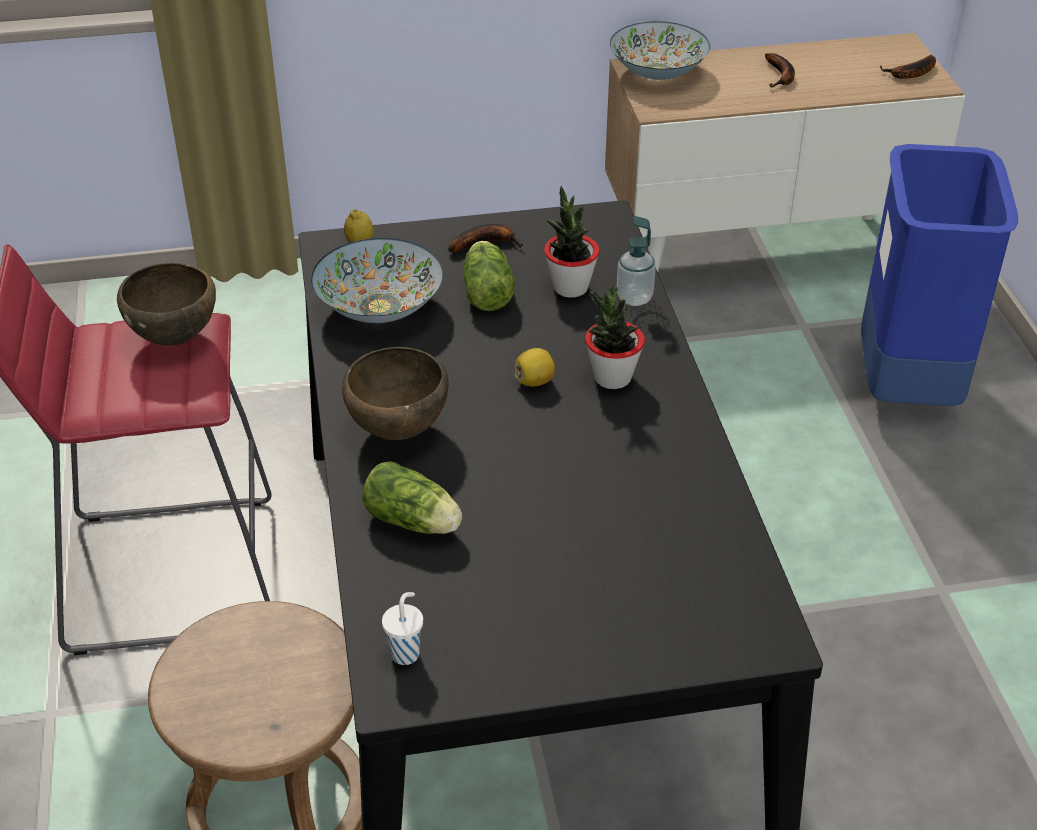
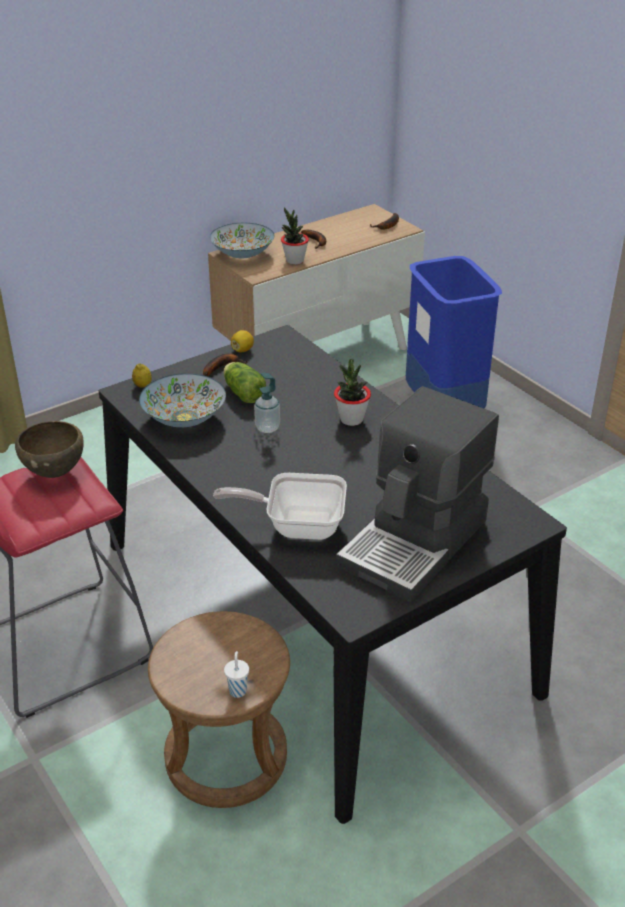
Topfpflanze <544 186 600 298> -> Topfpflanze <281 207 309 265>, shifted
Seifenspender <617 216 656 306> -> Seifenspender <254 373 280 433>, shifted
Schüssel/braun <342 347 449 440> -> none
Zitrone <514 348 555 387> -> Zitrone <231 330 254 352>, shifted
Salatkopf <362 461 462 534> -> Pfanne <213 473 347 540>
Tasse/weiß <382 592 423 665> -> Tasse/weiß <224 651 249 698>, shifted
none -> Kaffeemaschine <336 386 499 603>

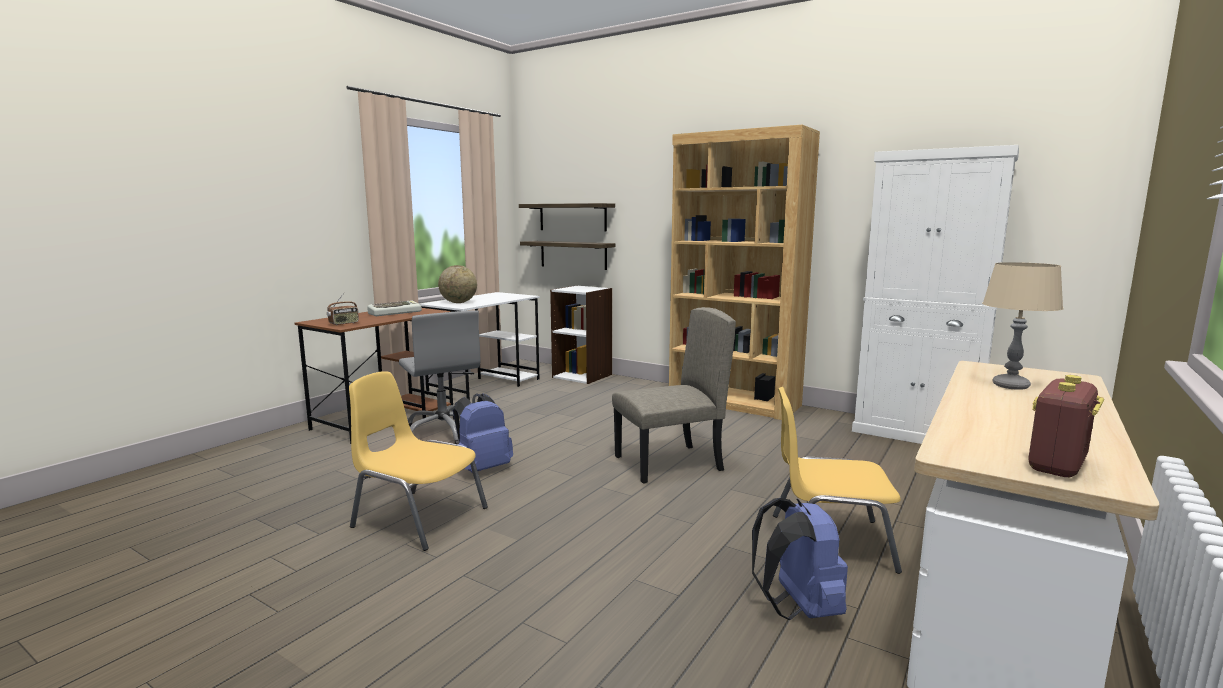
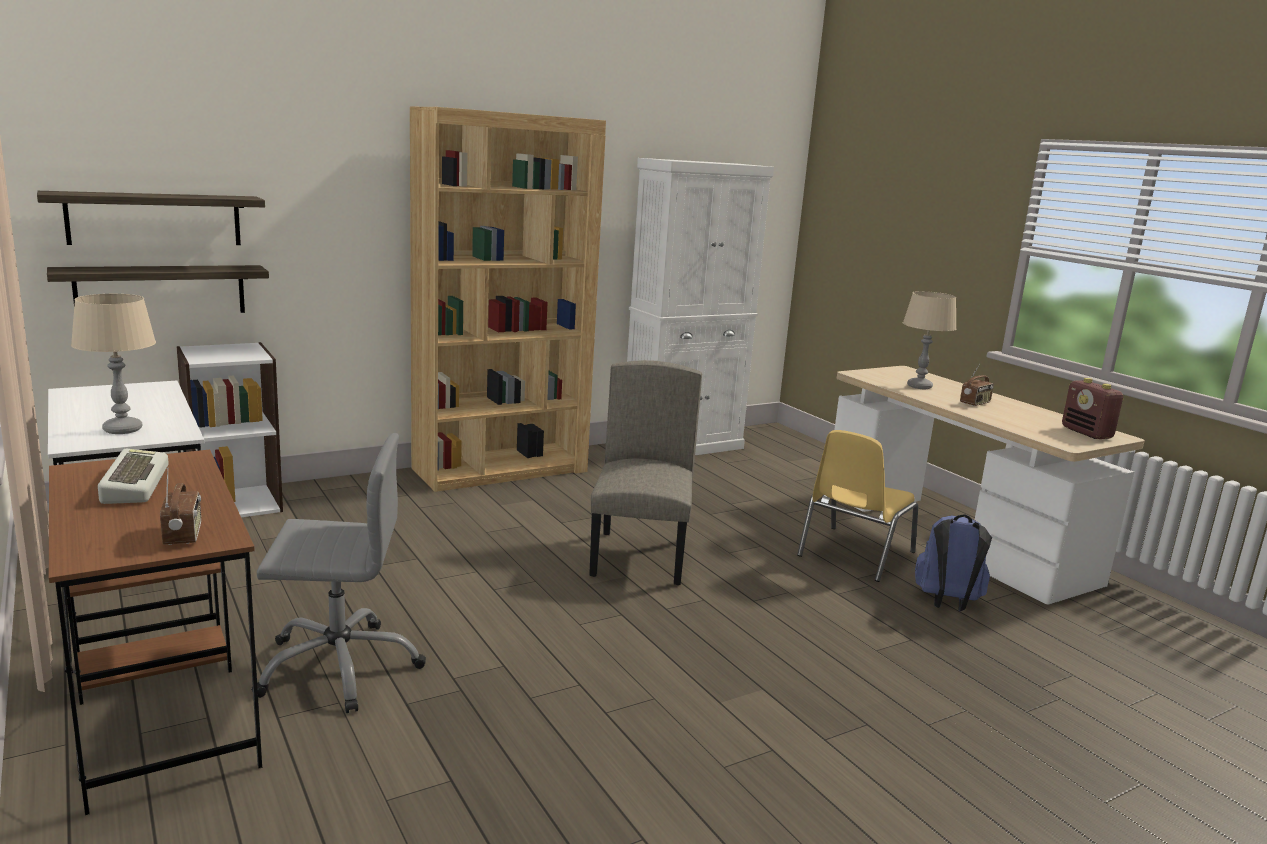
Globus <438 265 477 303> -> Tischlampe/beige <71 294 156 434>
Stuhl/gelb <349 371 488 551> -> none
Rucksack/blau <453 393 513 473> -> none
none -> Radio <960 364 994 406>

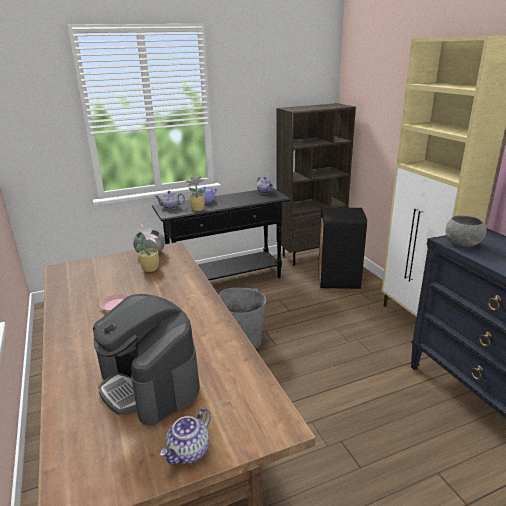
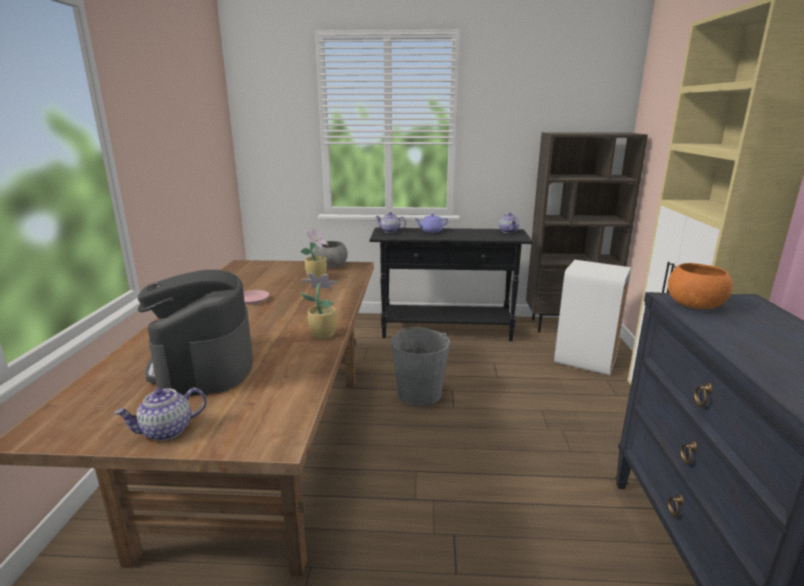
Topfpflanze <186 176 206 211> -> Topfpflanze <301 273 339 339>, shifted
Mülleimer/schwarz <318 208 367 289> -> Mülleimer/weiß <554 260 631 375>
Schüssel/grau <446 216 487 247> -> Schüssel/orange <668 263 733 309>

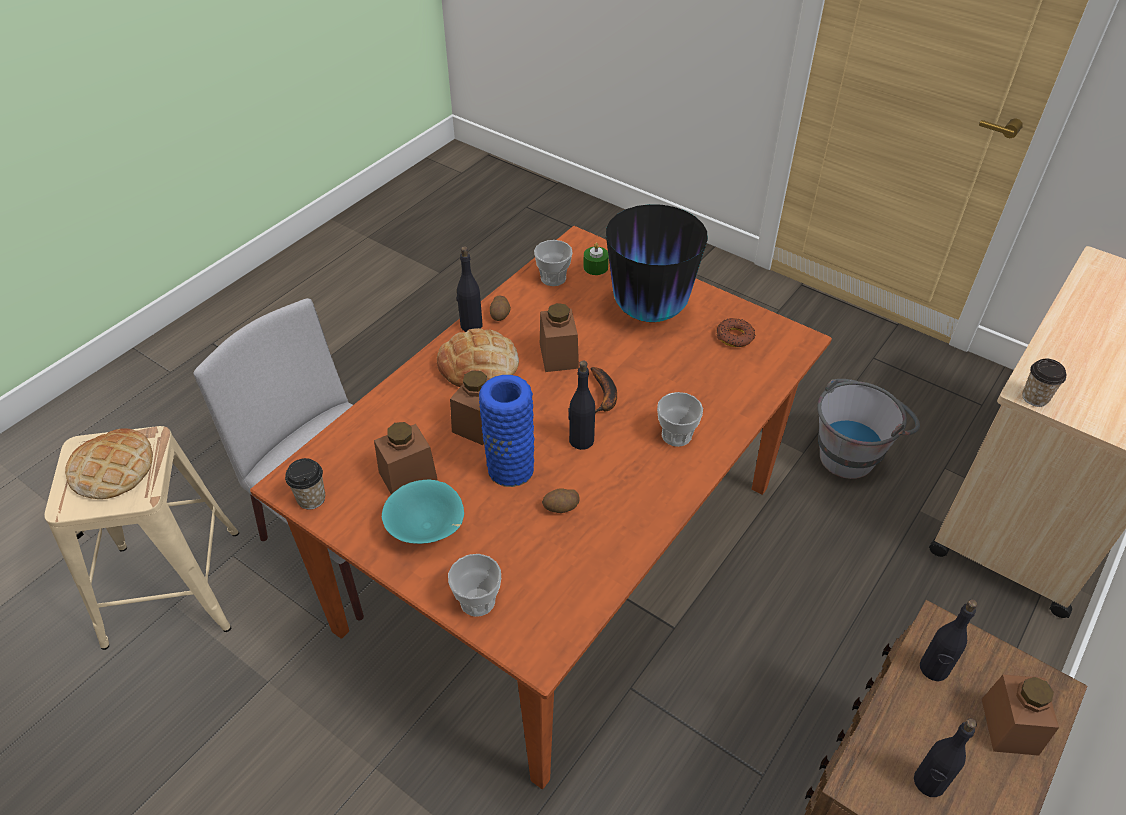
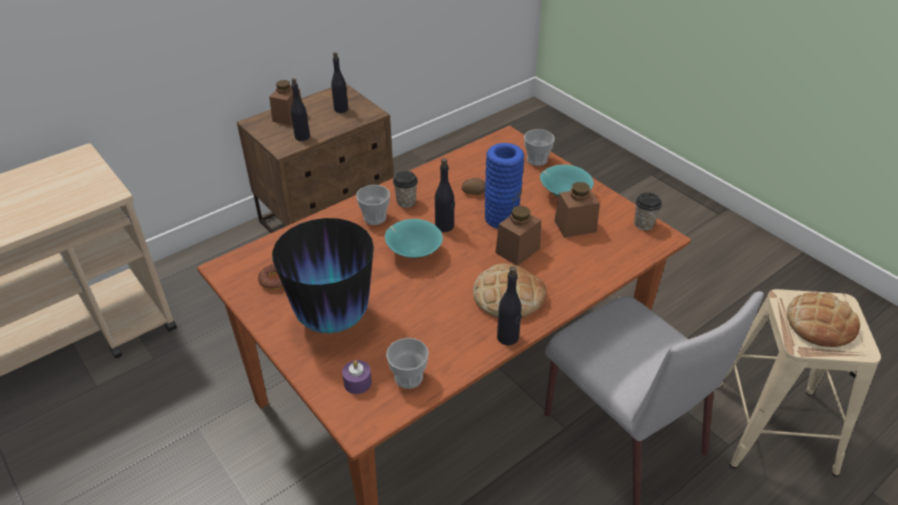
Kerze/grün <583 243 609 275> -> Kerze/lila <342 360 372 394>
Kartoffel <490 296 511 321> -> none
Vorratsglas/braun <540 303 579 372> -> none
Tasse <1022 359 1066 407> -> Tasse <393 171 418 208>, shifted
Banane <590 367 617 413> -> Schüssel/türkis <385 219 443 258>
Eimer/grau <817 379 920 479> -> none

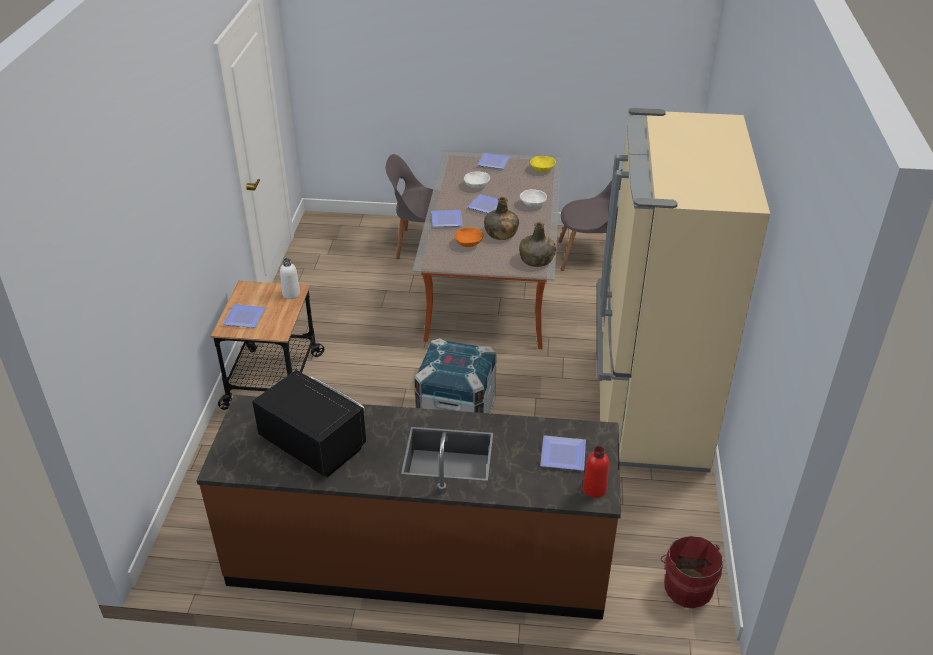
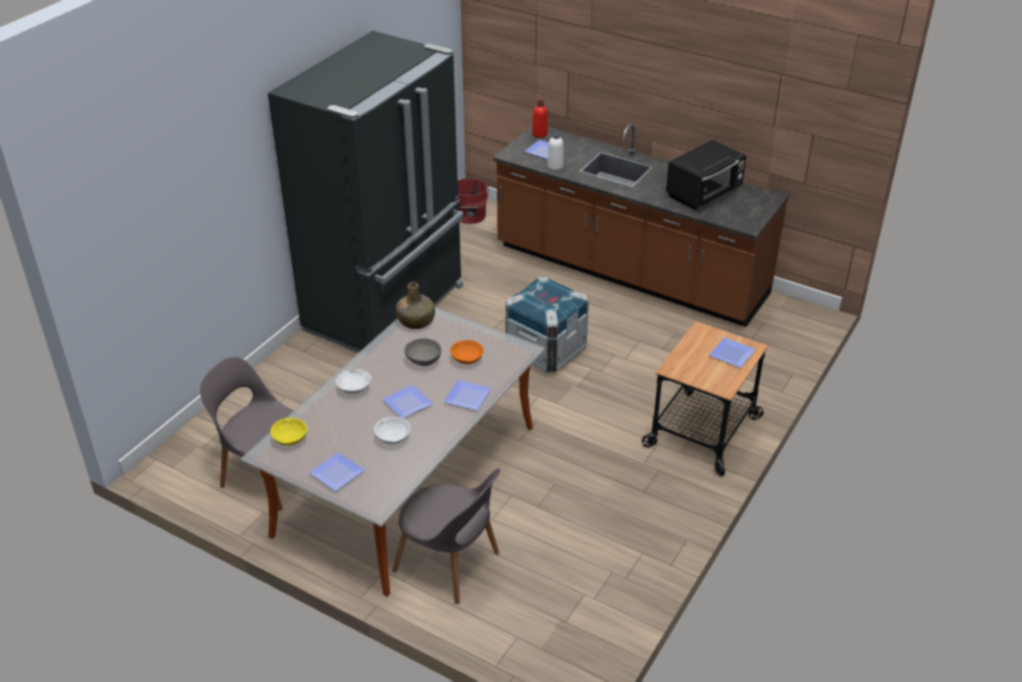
Kühlschrank/beige <597 108 770 473> -> Kühlschrank/schwarz <268 31 463 352>
Flasche/grün <484 197 519 240> -> Schüssel/grau <404 338 441 366>
Flasche/weiß <280 258 300 299> -> Flasche/weiß <547 132 564 170>, shifted
Mikrowelle/schwarz <252 370 367 477> -> Mikrowelle/schwarz <666 140 747 210>, 105 degrees counterclockwise

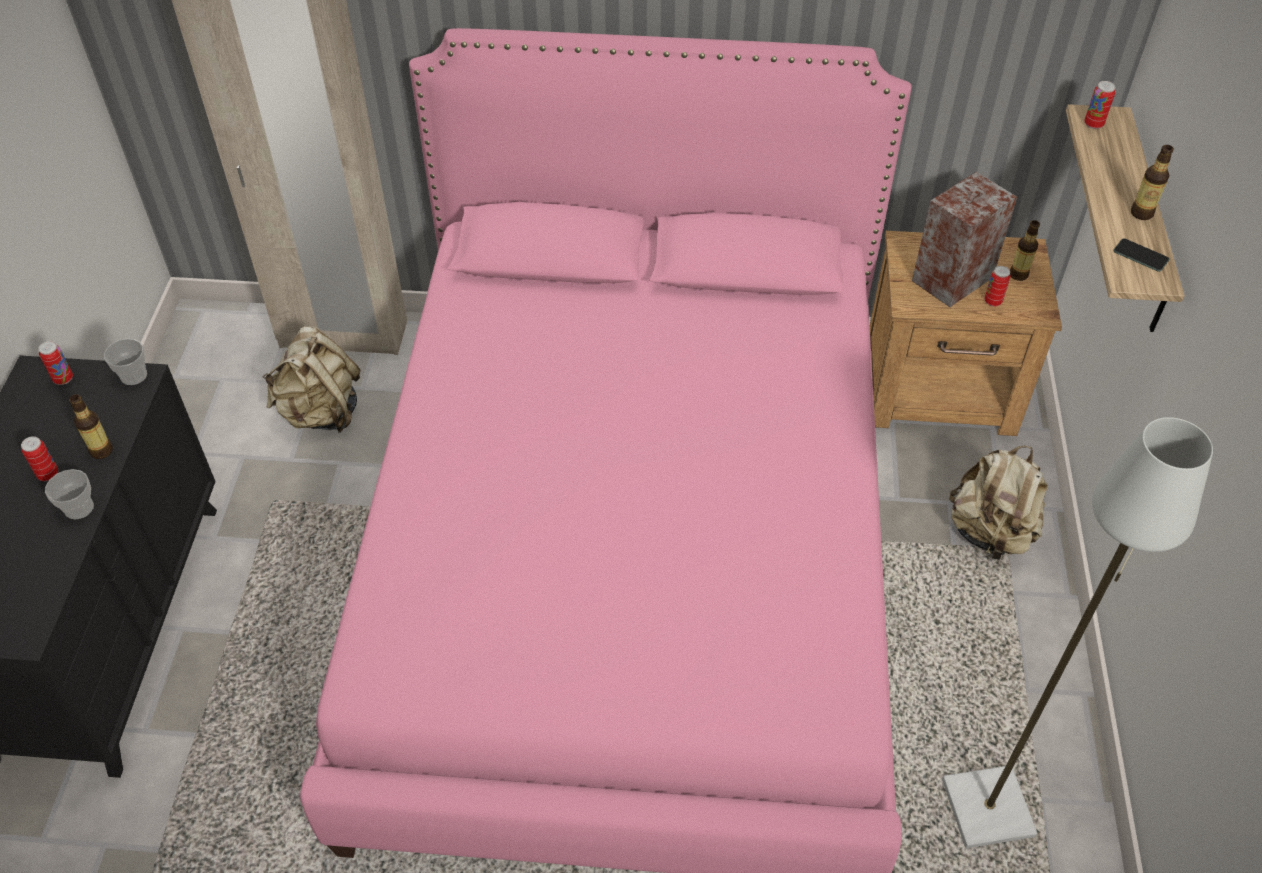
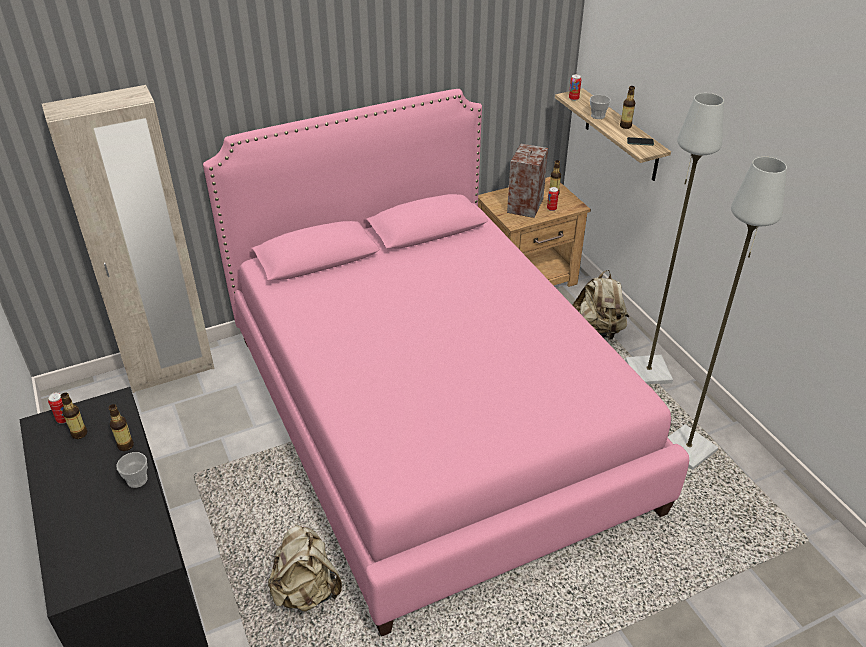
Rucksack/beige <263 326 360 433> -> Rucksack/beige <268 525 342 612>, shifted
Tasse <104 339 147 385> -> Tasse <590 95 611 119>, shifted
Dose <21 436 58 481> -> none
none -> Stehlampe/grau <625 93 724 384>
none -> Flasche <60 393 87 439>

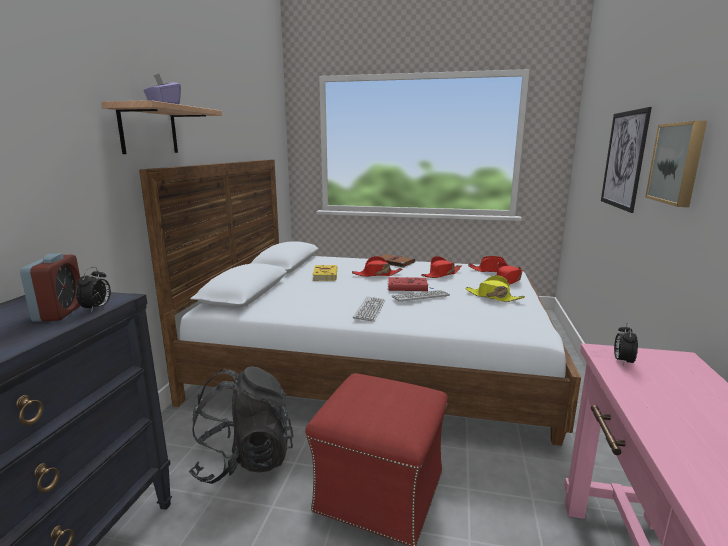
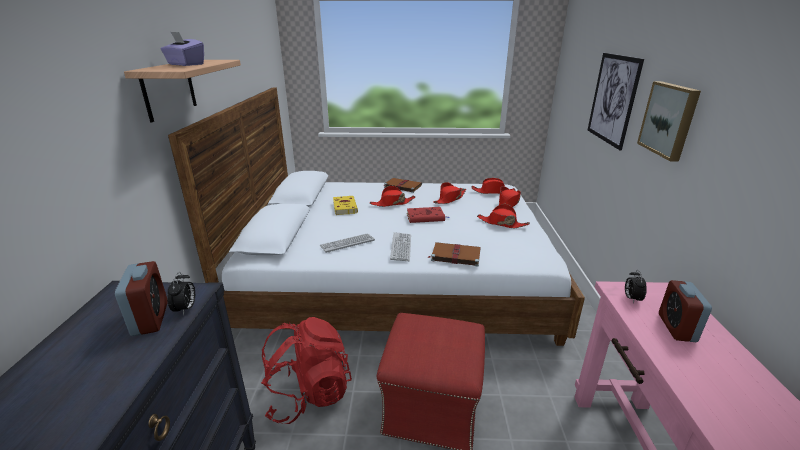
Hut/gelb <465 275 525 302> -> Hut/rot <477 204 530 228>
Tastatur <392 290 450 302> -> Tastatur <319 234 375 253>, shifted
Rucksack/schwarz <189 366 294 484> -> Rucksack/rot <261 317 352 424>
none -> Buch/braun <427 242 481 266>
none -> Wecker <659 280 712 342>

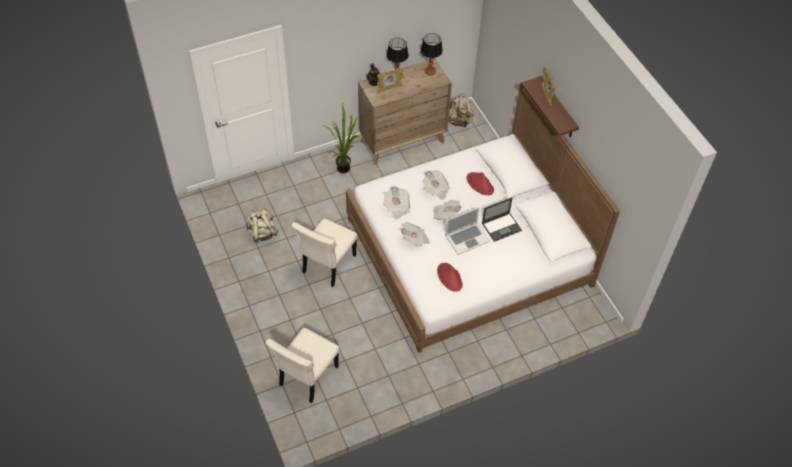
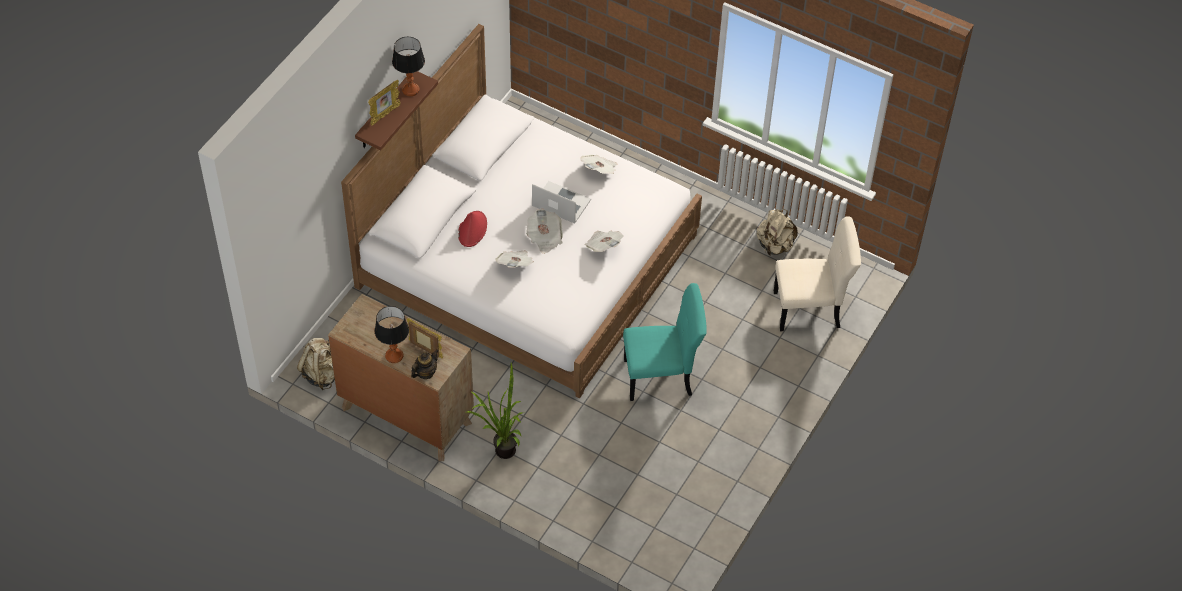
Tischlampe <421 33 443 75> -> Tischlampe <392 37 425 96>, shifted
Zeitung <383 186 410 219> -> Zeitung <580 155 618 174>, shifted
Laptop <482 197 522 242> -> none
Rucksack/beige <245 209 278 243> -> Rucksack/beige <757 209 798 256>, shifted
Stuhl/beige <292 218 357 287> -> Stuhl/türkis <623 283 707 401>
Hut/rot <437 263 463 292> -> none

